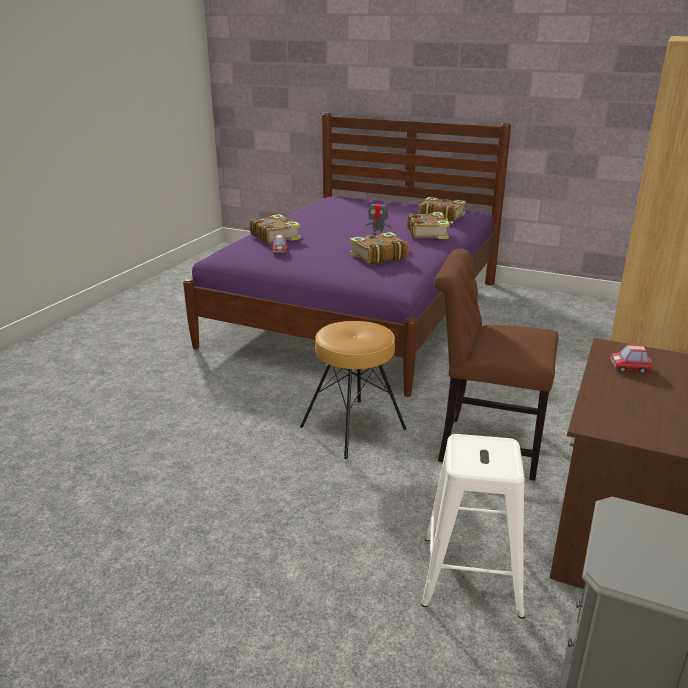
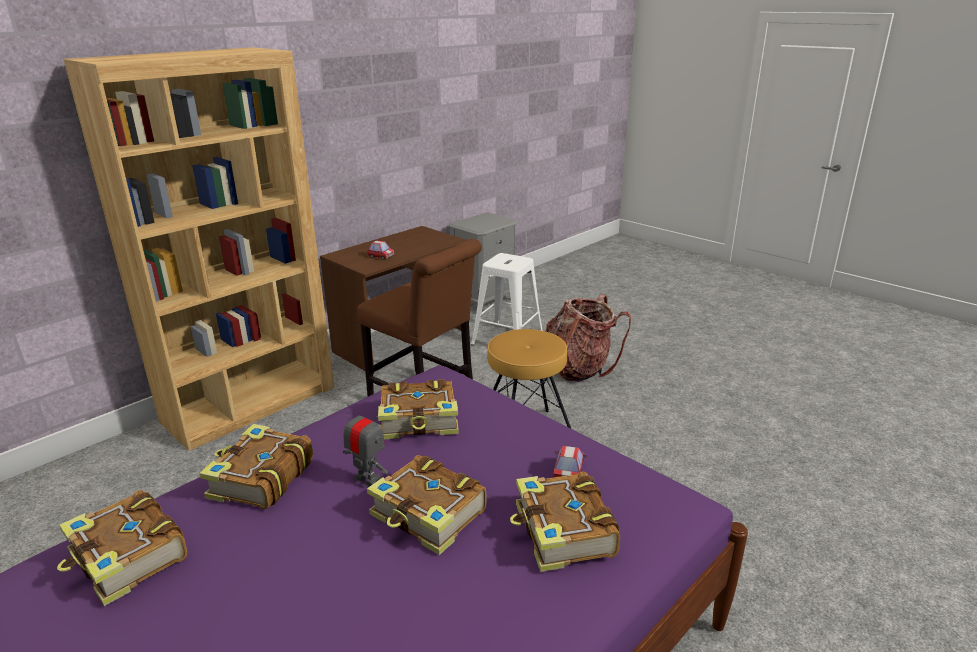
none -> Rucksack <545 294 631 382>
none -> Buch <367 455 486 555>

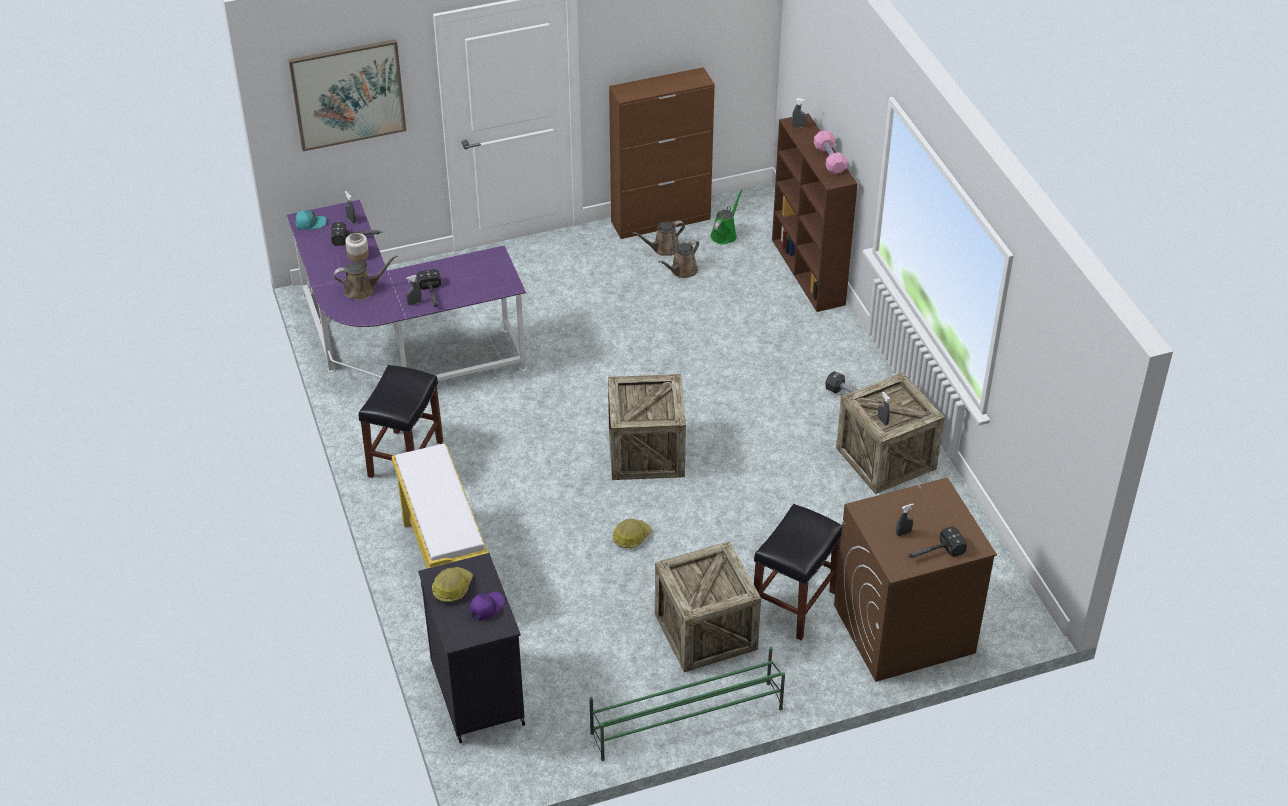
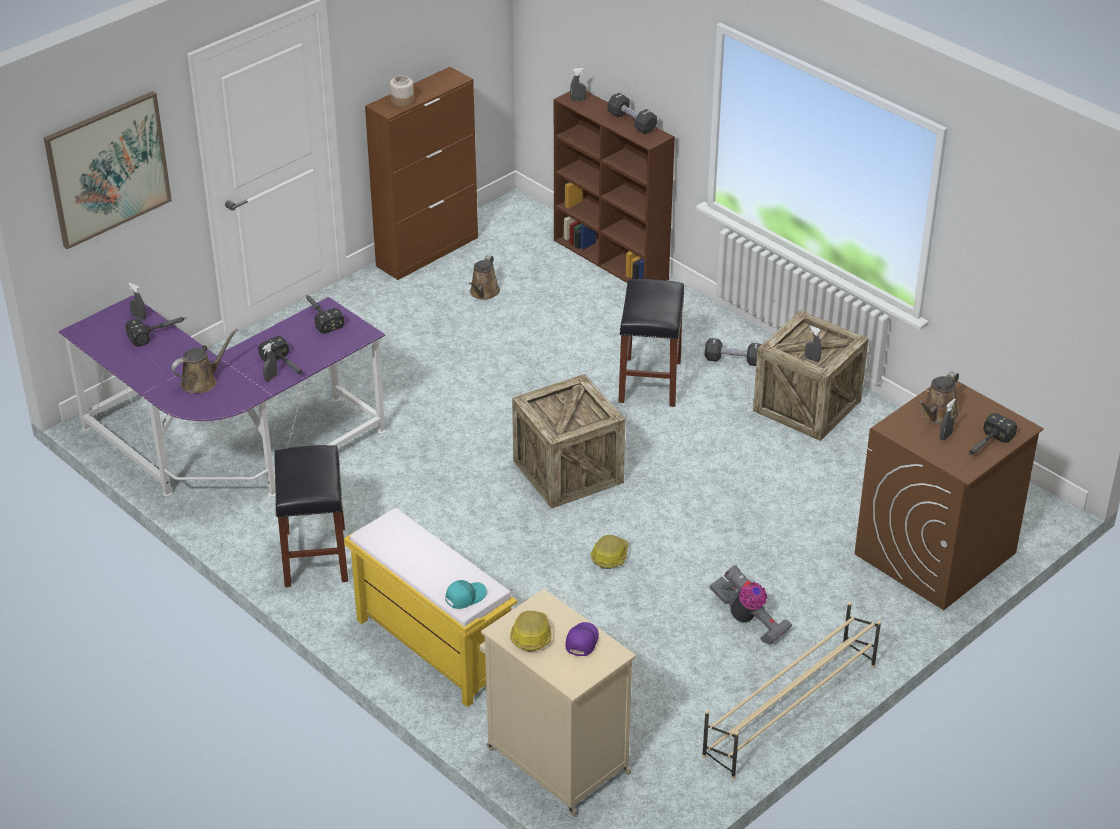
Hantel/rosa <814 130 848 174> -> Hantel/schwarz <607 93 657 134>
Gießkanne/grün <710 189 743 244> -> none
Kappe/türkis <295 210 327 230> -> Kappe/türkis <445 580 487 609>, shifted
Gießkanne/braun <633 221 685 256> -> Gießkanne/braun <918 371 959 425>, shifted
Vorratsglas <345 233 369 262> -> Vorratsglas <390 75 414 107>, shifted
Hocker/schwarz <754 504 842 640> -> Hocker/schwarz <618 279 685 407>, shifted
Kiste <655 541 761 672> -> Staubsauger <709 565 792 645>
Schrank/schwarz <418 553 525 743> -> Schrank/beige <479 589 636 816>
Schuhregal/grün <589 647 785 761> -> Schuhregal/beige <702 601 881 779>
none -> Hammer <305 295 344 334>

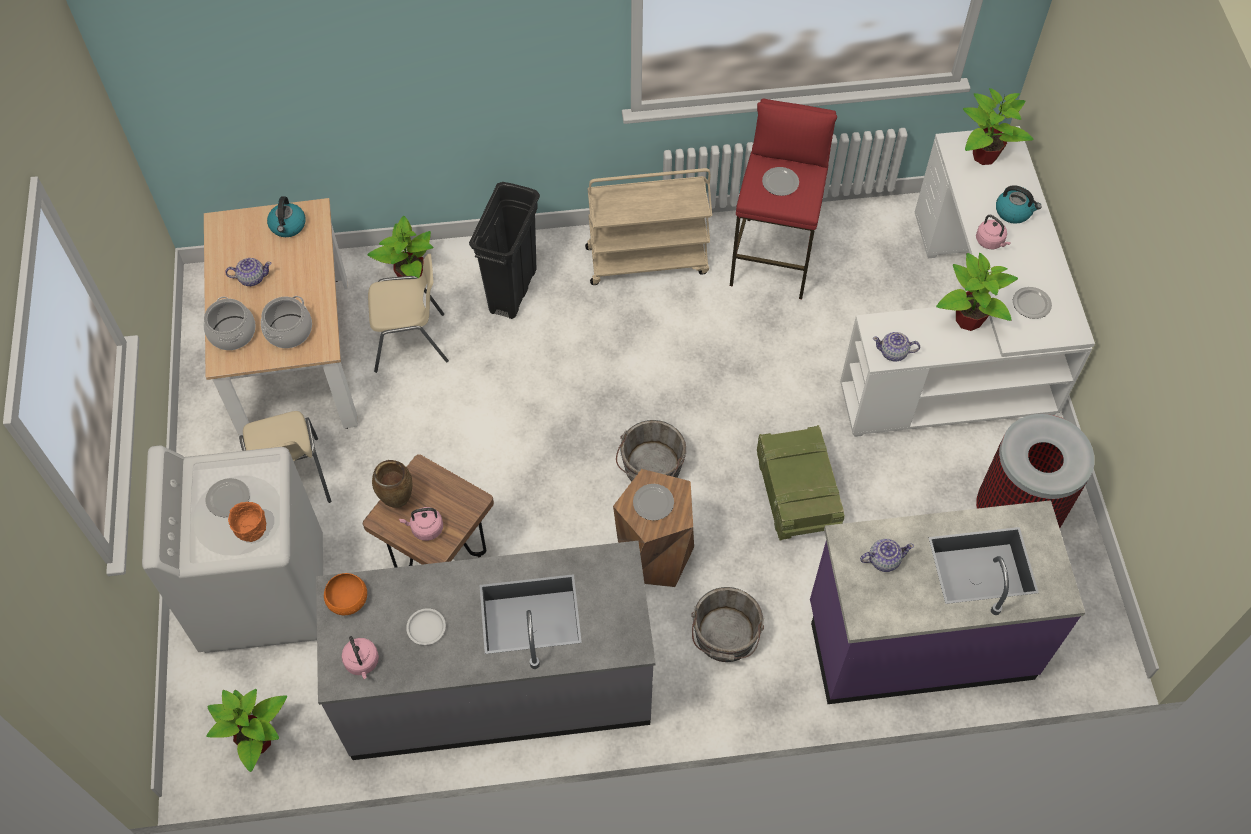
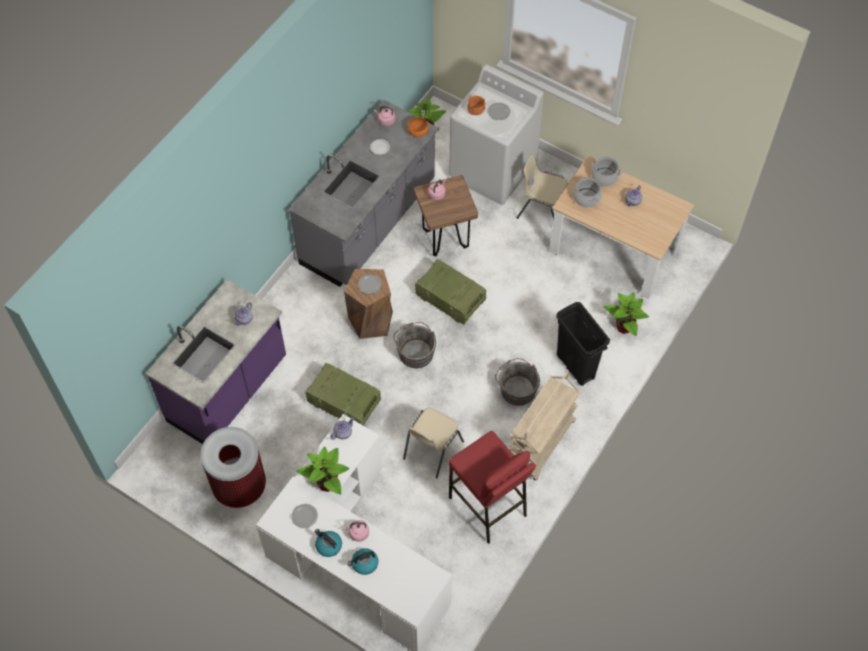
Topfpflanze <963 88 1034 165> -> none
Teller <762 167 799 196> -> none
Wasserkessel <267 196 306 237> -> Wasserkessel <315 529 342 557>, shifted
Stuhl/beige <368 254 449 373> -> Stuhl/beige <403 408 464 478>, shifted
Vase/braun <372 460 412 508> -> none
Eimer/grau <691 587 764 662> -> Eimer/grau <495 358 540 406>, shifted
none -> Kiste <415 259 486 324>

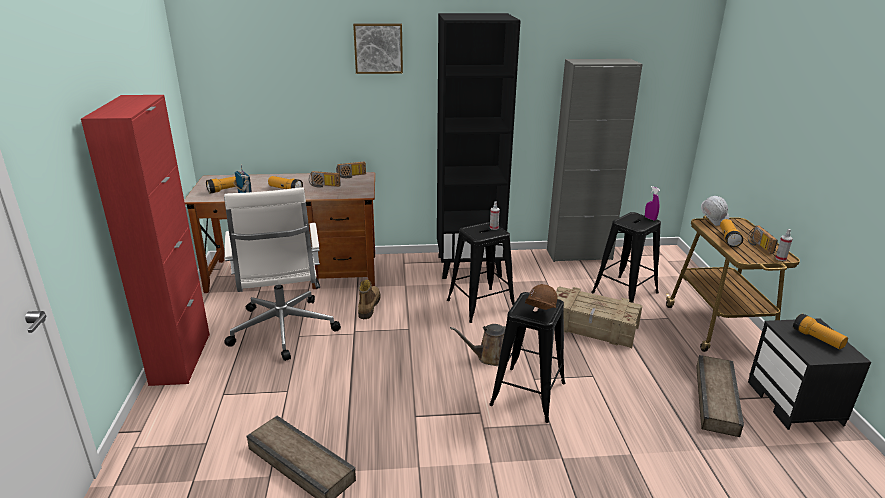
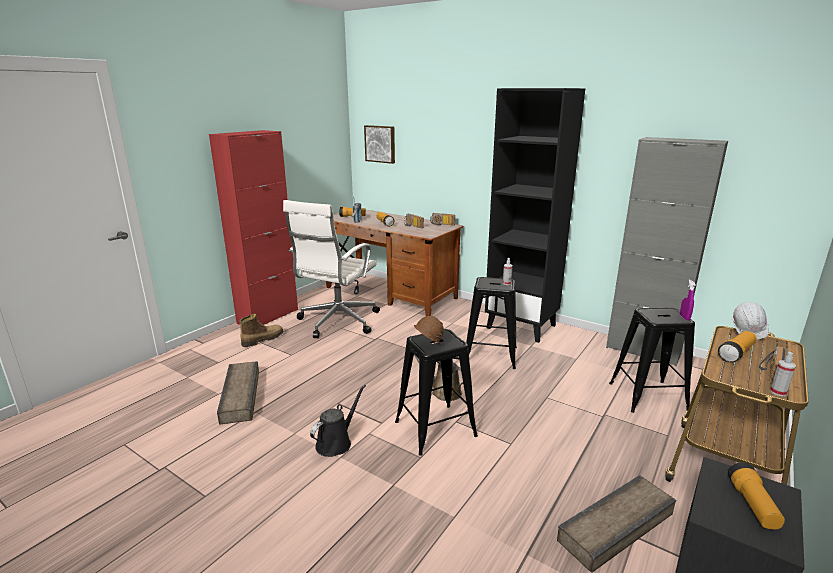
Bild <353 24 403 74> -> Bild <364 125 395 164>, shifted
Stiefel <358 279 381 319> -> Stiefel <239 314 283 347>, shifted
Kiste <556 286 642 348> -> none
none -> Gießkanne/schwarz <310 385 366 457>

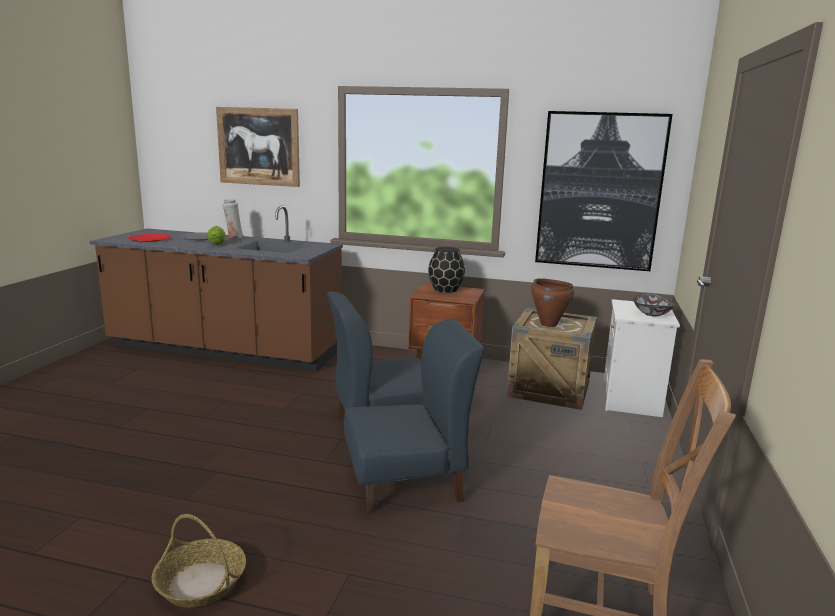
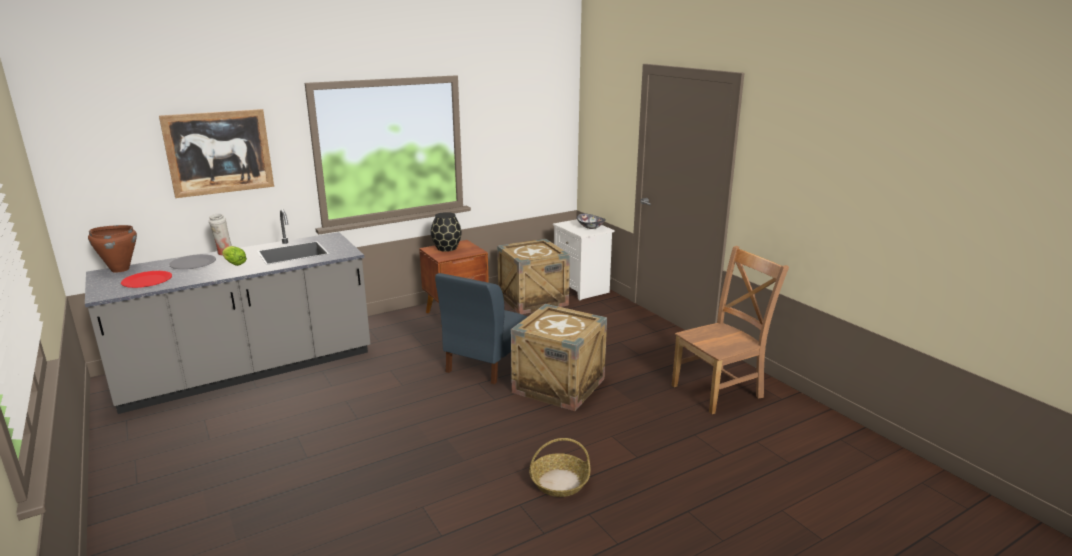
Bild <535 111 673 271> -> none
Küchenzeile/braun <90 205 343 372> -> Küchenzeile/grau <85 209 370 414>
Kochtopf/braun <531 278 574 327> -> Kochtopf/braun <88 225 137 273>, shifted
Stuhl/blau <344 319 484 513> -> Kiste <511 304 607 411>

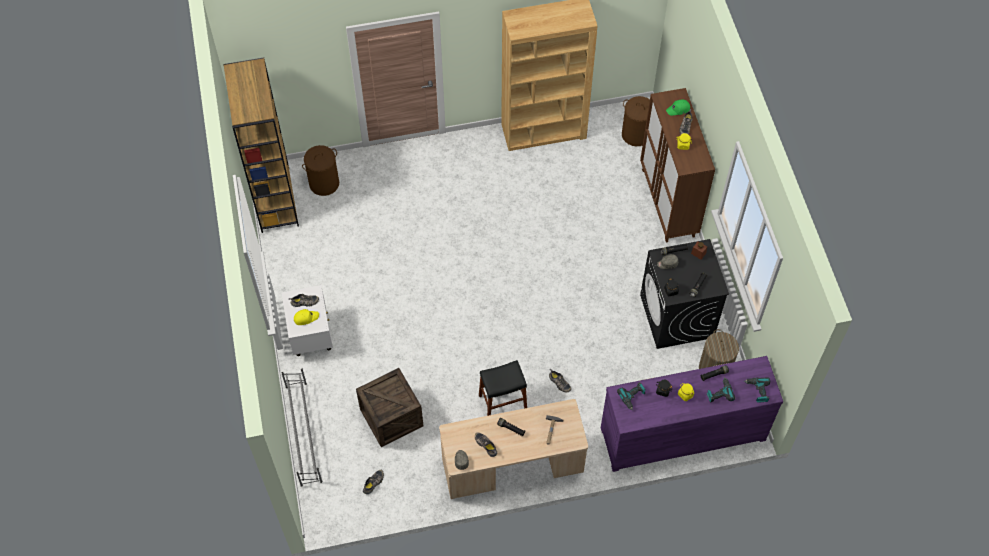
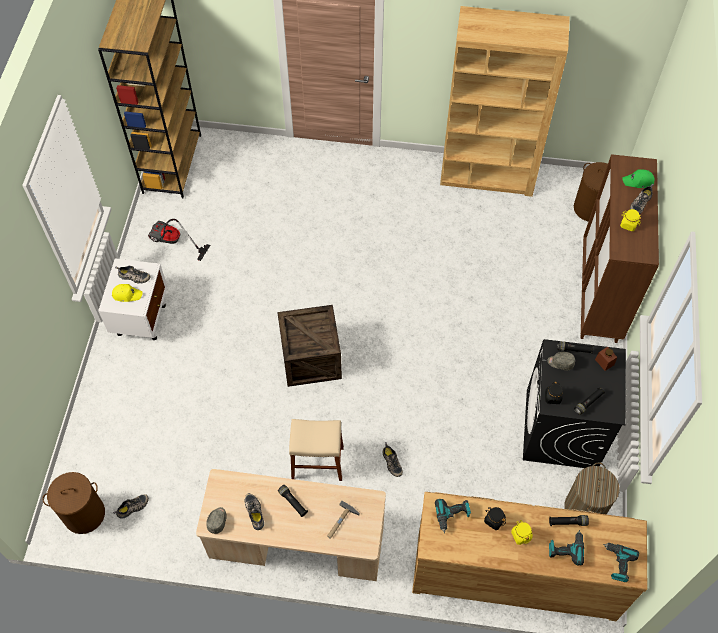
Wäschekorb/braun <302 145 339 196> -> Wäschekorb/braun <42 472 105 534>, shifted
Kommode/lila <601 356 783 472> -> Kommode/braun <412 492 647 621>
Hocker/schwarz <479 360 527 416> -> Hocker/beige <289 419 344 481>
Schuhregal/grau <282 368 323 487> -> none
Kiste <356 368 423 447> -> Kiste <277 305 342 387>, shifted
none -> Staubsauger <148 219 210 261>

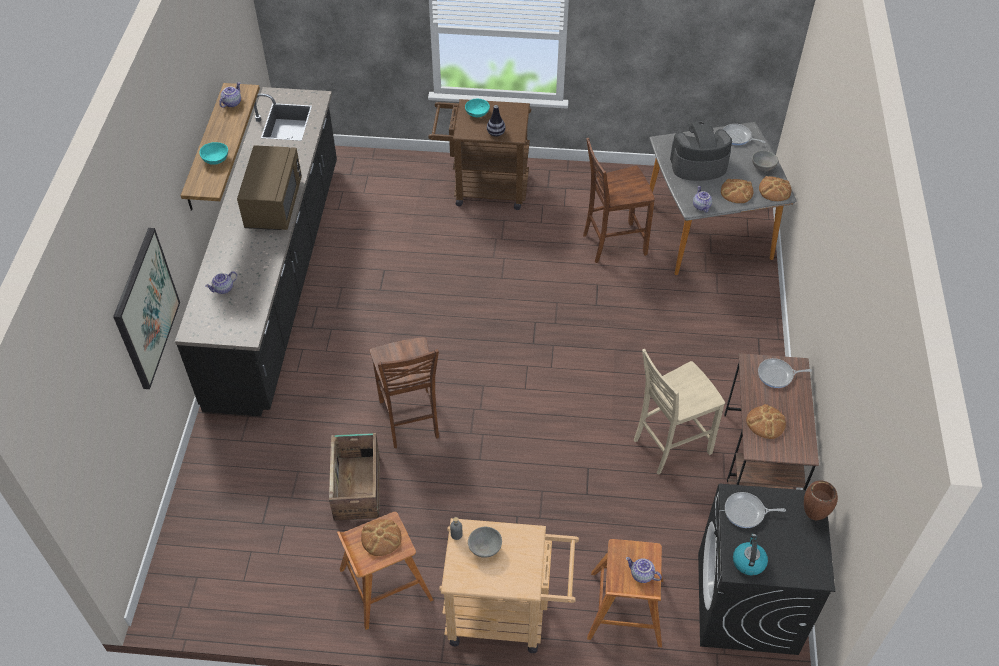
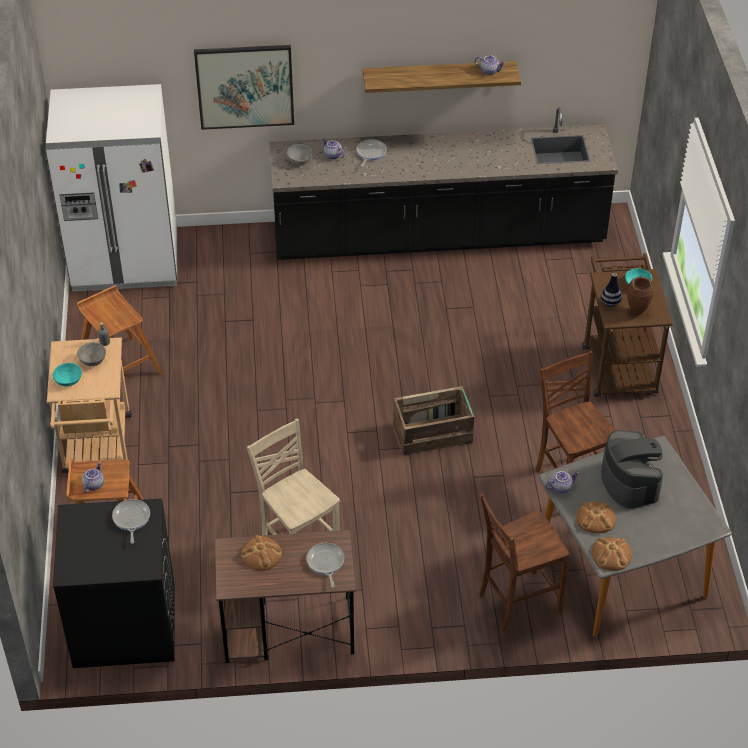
Pfanne <723 124 765 145> -> Pfanne <356 139 387 167>, shifted
Schüssel/türkis <200 142 228 165> -> Schüssel/türkis <53 363 82 386>, shifted
Mikrowelle/braun <237 145 302 230> -> none
Schüssel/grau <752 150 778 171> -> Schüssel/grau <287 144 312 165>, shifted
Stuhl/braun <369 337 439 448> -> Stuhl/braun <479 493 570 633>, shifted
Kiste <329 433 379 521> -> Kiste <393 386 474 455>, shifted
Vase/braun <804 481 838 520> -> Vase/braun <627 277 654 315>, shifted
Brot <361 519 402 556> -> none
Wasserkessel <733 534 768 576> -> none
none -> Kühlschrank/weiß <45 84 177 292>

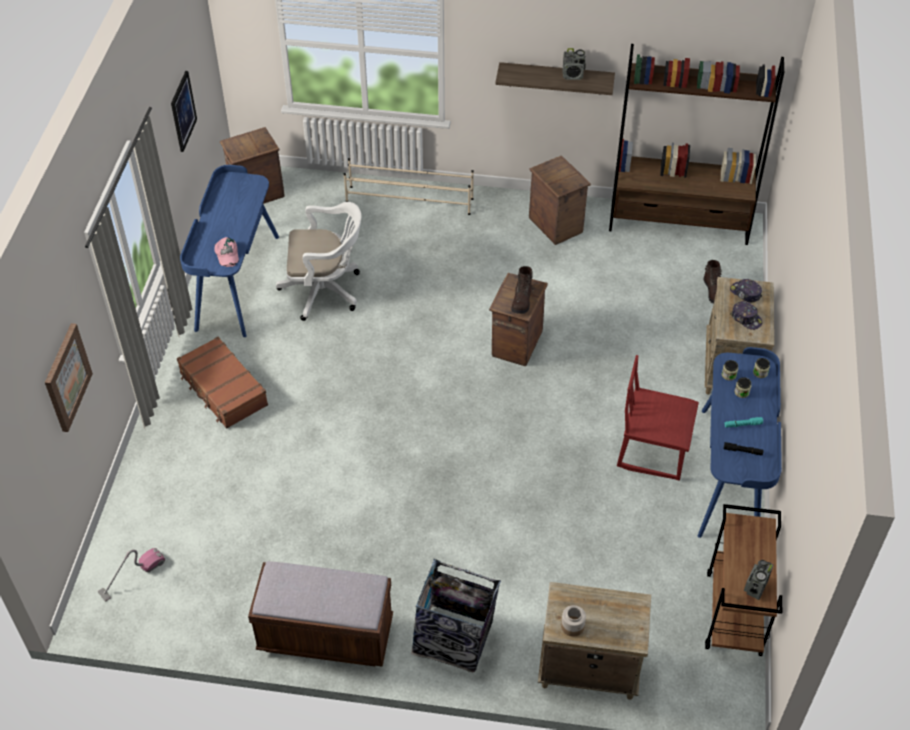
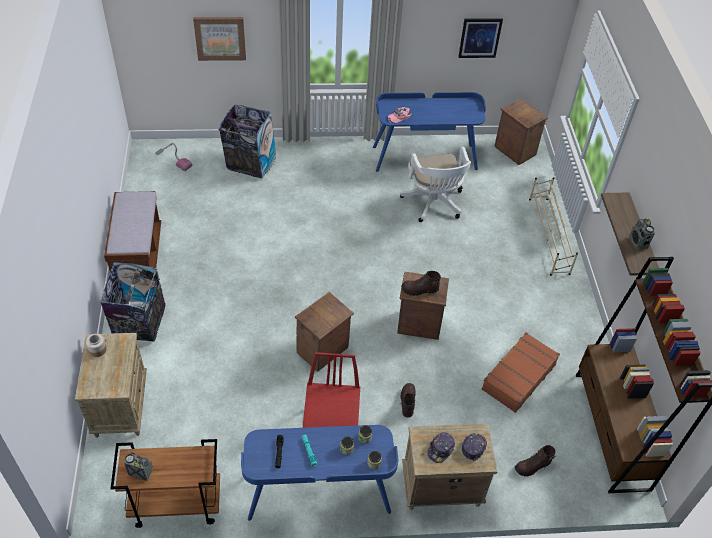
Kiste <529 156 591 245> -> Kiste <295 292 354 372>, shifted
Koffer/braun <177 337 268 429> -> Koffer/braun <482 332 560 413>, shifted
none -> Mülleimer <219 105 277 178>
none -> Stiefel/braun <401 383 415 417>

